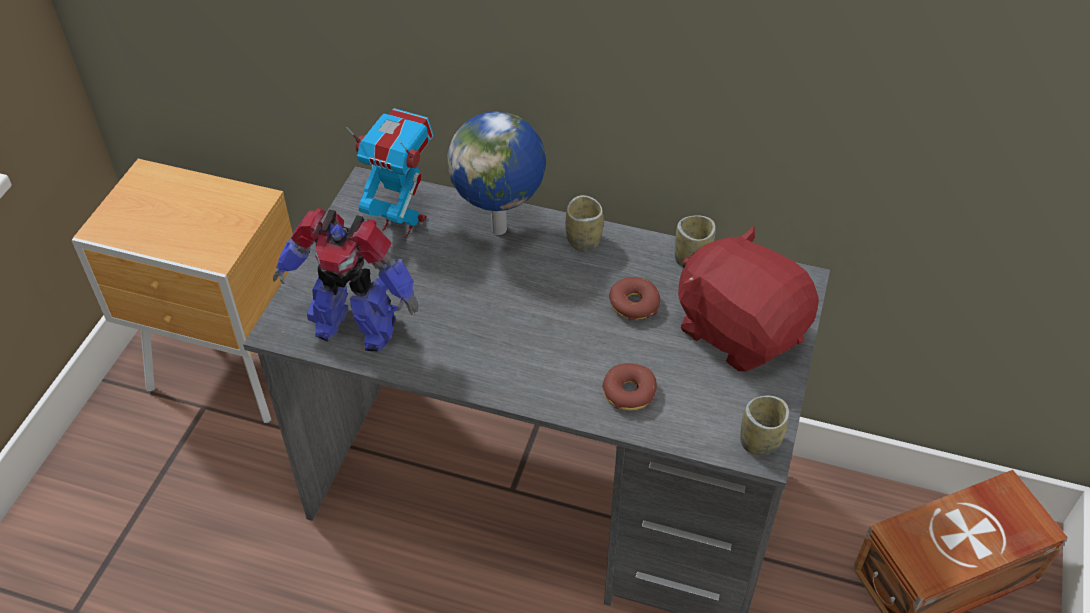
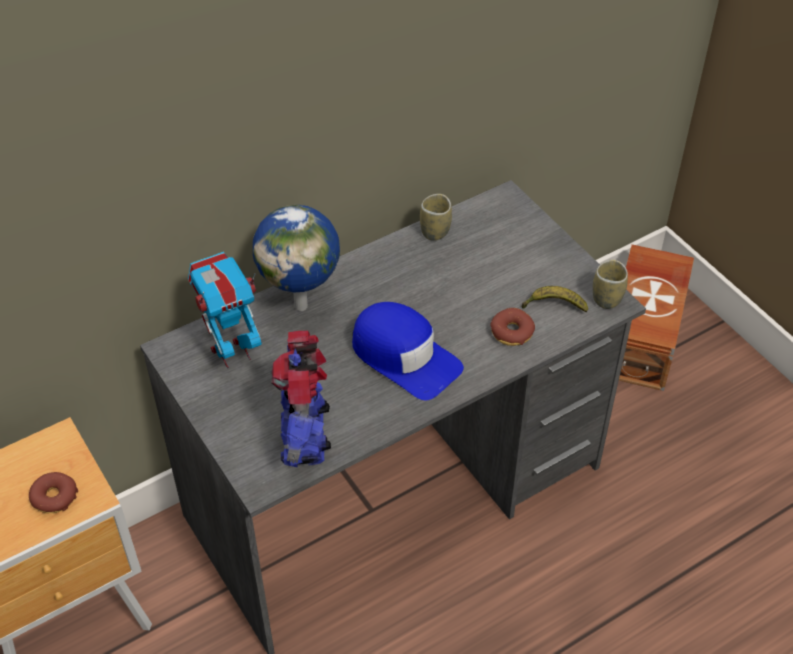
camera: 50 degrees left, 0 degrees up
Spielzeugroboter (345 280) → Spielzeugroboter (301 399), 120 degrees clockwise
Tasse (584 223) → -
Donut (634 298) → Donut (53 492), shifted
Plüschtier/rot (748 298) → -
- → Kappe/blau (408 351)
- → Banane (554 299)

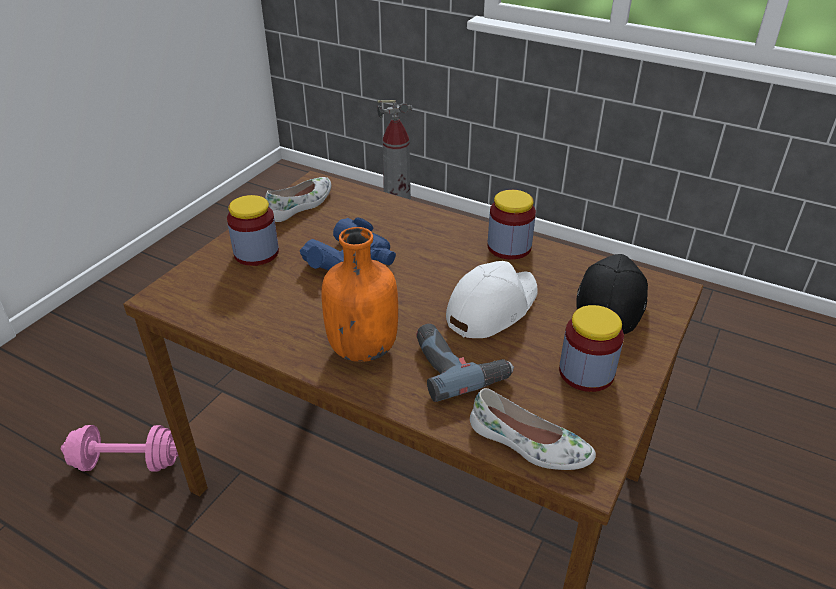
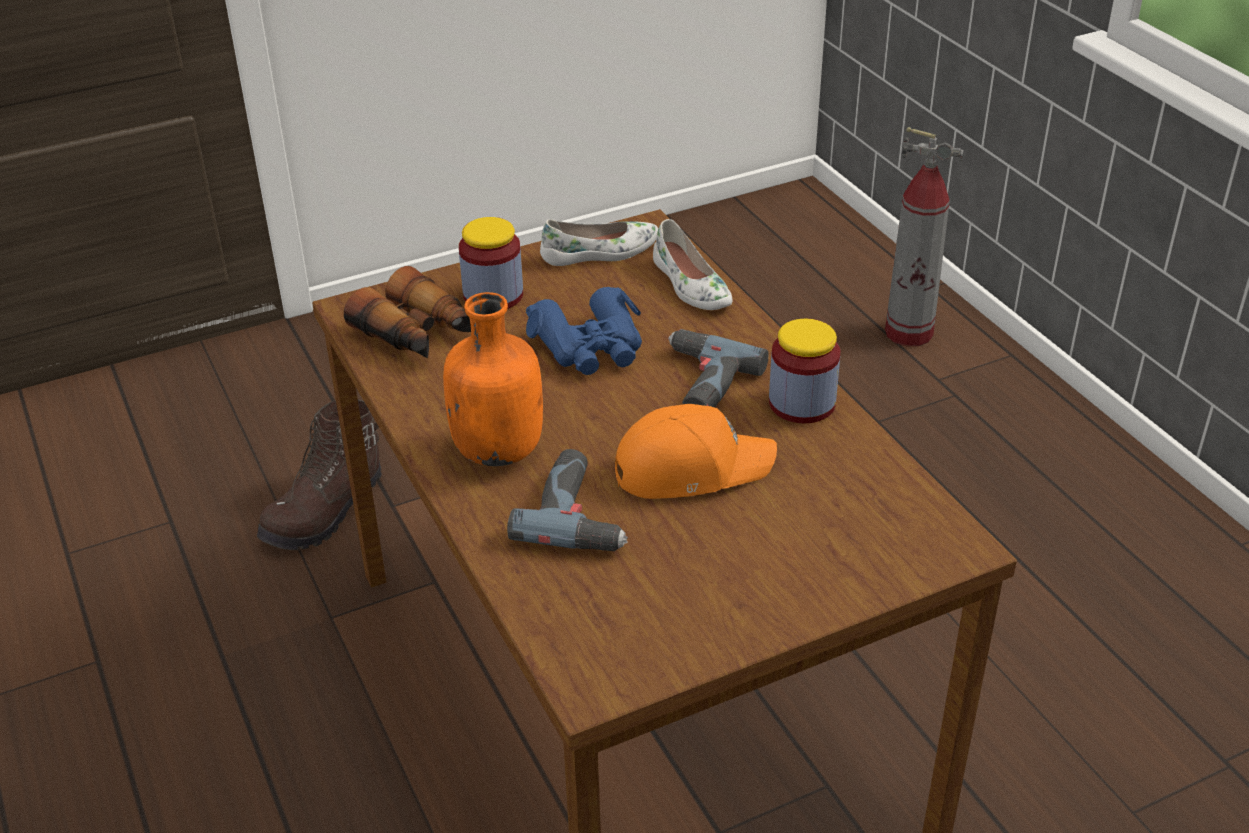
camera: 35 degrees right, 0 degrees up
Hantel/rosa (119 448) → Stiefel/braun (319 474)
Kappe/weiß (492 299) → Kappe/orange (696 451)
Schuh/weiß (533 429) → Schuh/weiß (693 264), shifted
Vorratsglas (591 348) → -
Kappe/schwarz (612 294) → -
- → Fernglas (407 312)
- → Bohrmaschine (718 368)

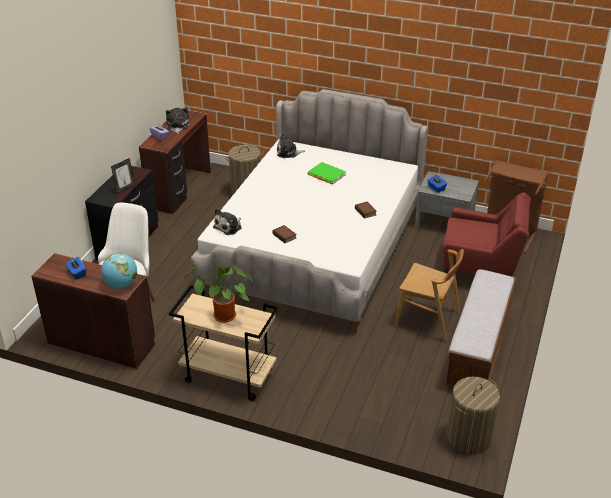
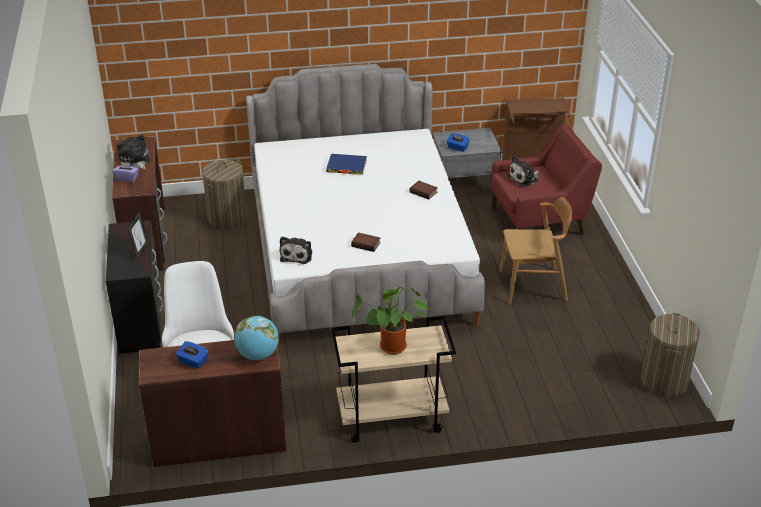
camera: 30 degrees left, 0 degrees up
Plüschtier (291 145) → Plüschtier (523 171), shifted
Buch/grün (327 173) → Buch/blau (346 164)
Bank (480 328) → -

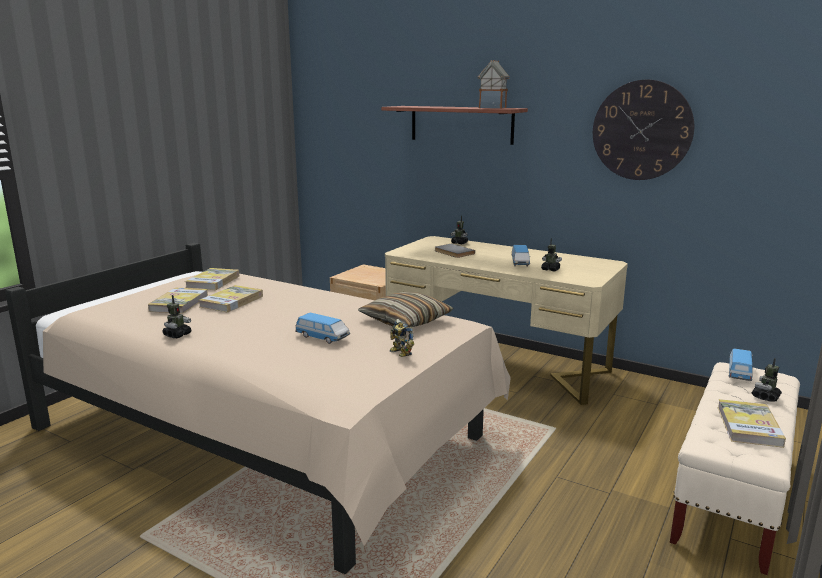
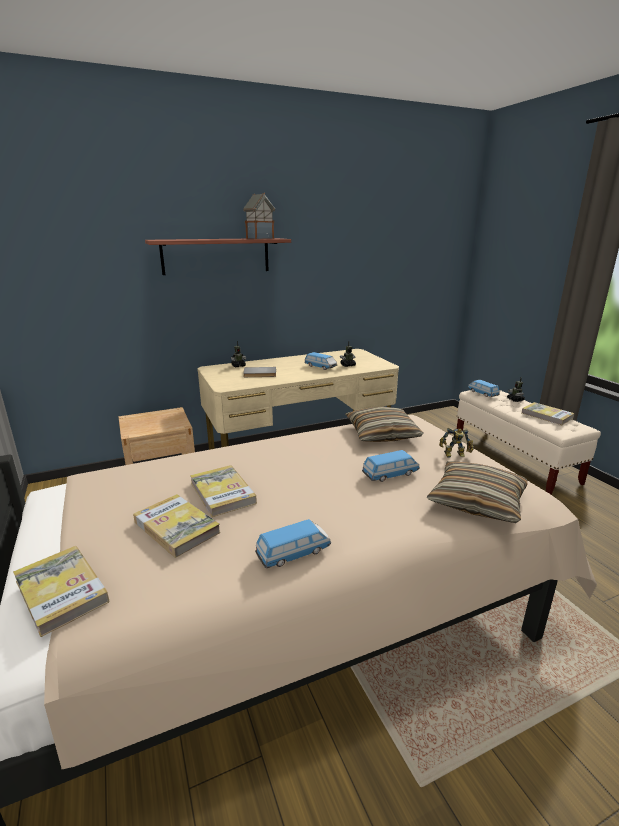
camera: 55 degrees left, 5 degrees up
Spielzeugroboter (176 316) → Spielzeugauto (293 543)
Buch (212 279) → Buch (61 591), shifted
Wanduhr (643 130) → -
- → Kissen (477 492)

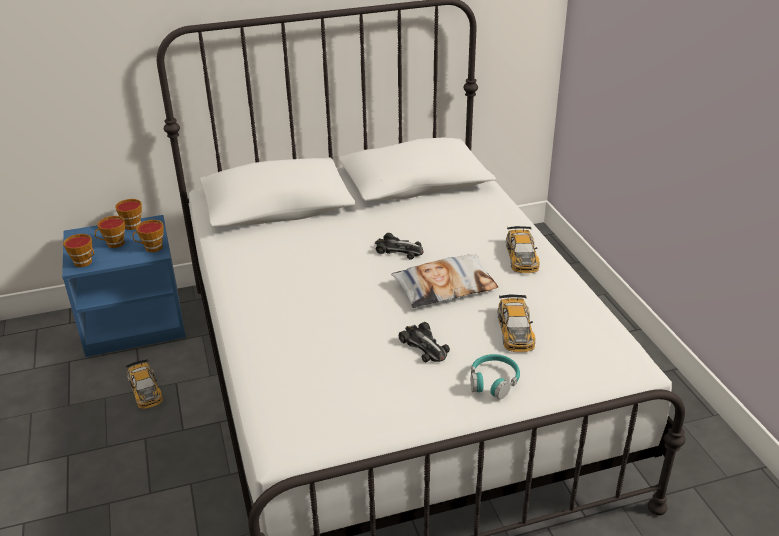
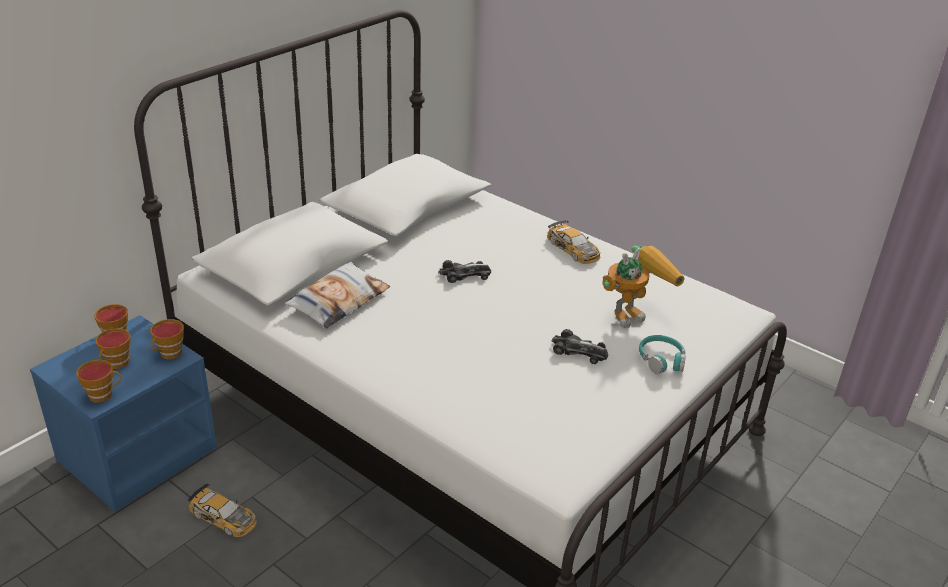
camera: 35 degrees left, 0 degrees up
Kissen (444 281) → Kissen (337 295), shifted
Spielzeugauto (516 323) → Spielzeugroboter (644 287)

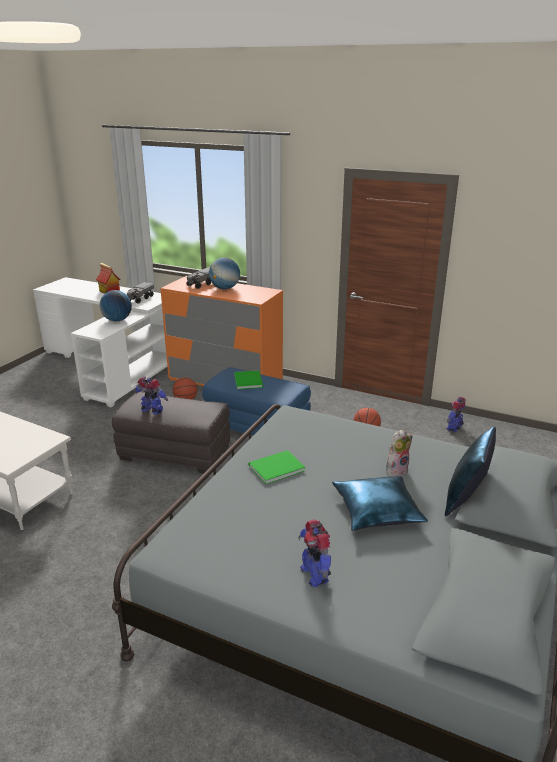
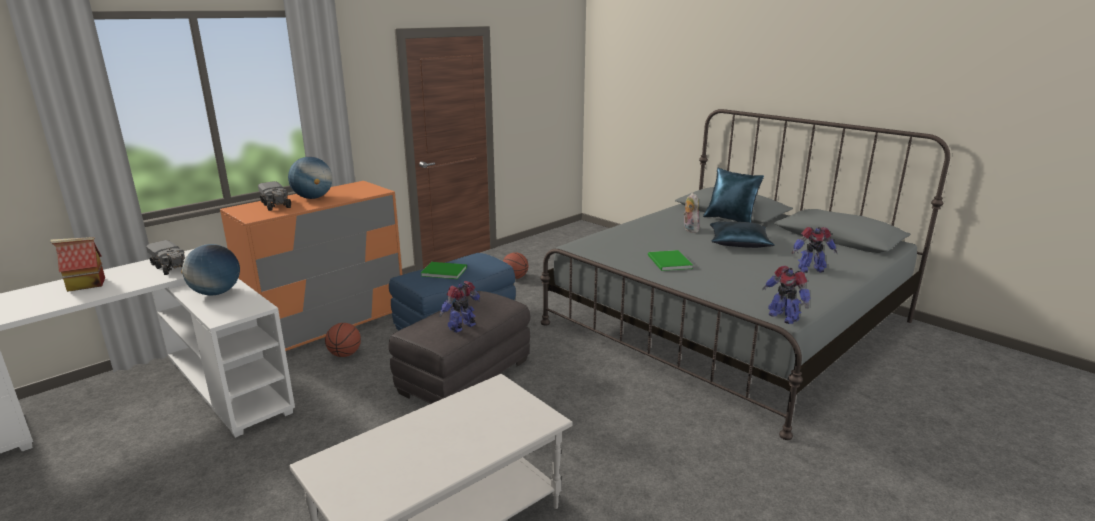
camera: 70 degrees left, 5 degrees down
Spielzeugroboter (456 414) → Spielzeugroboter (786 295), shifted

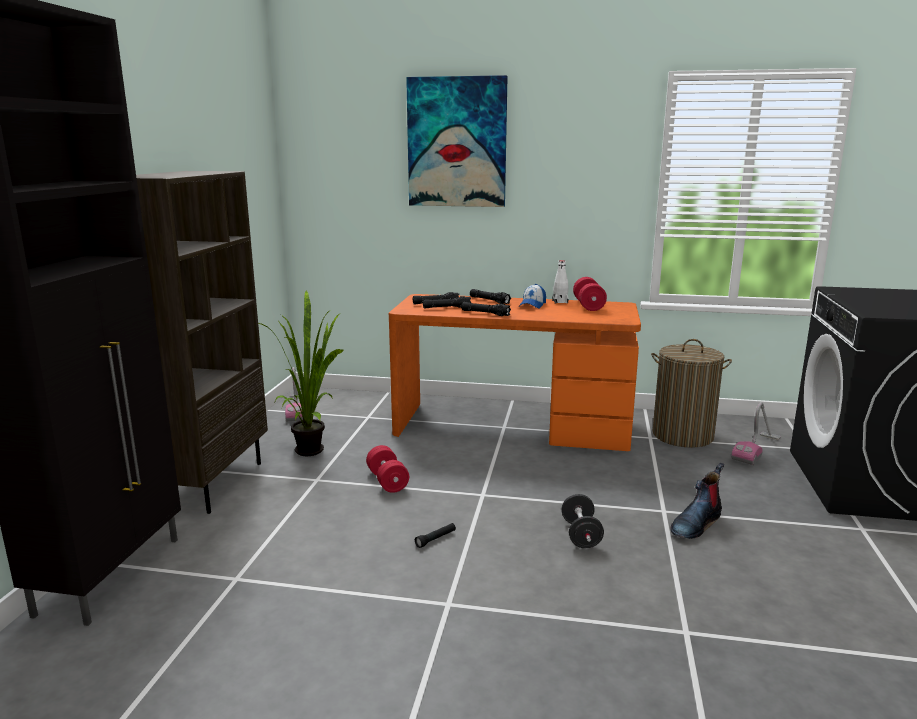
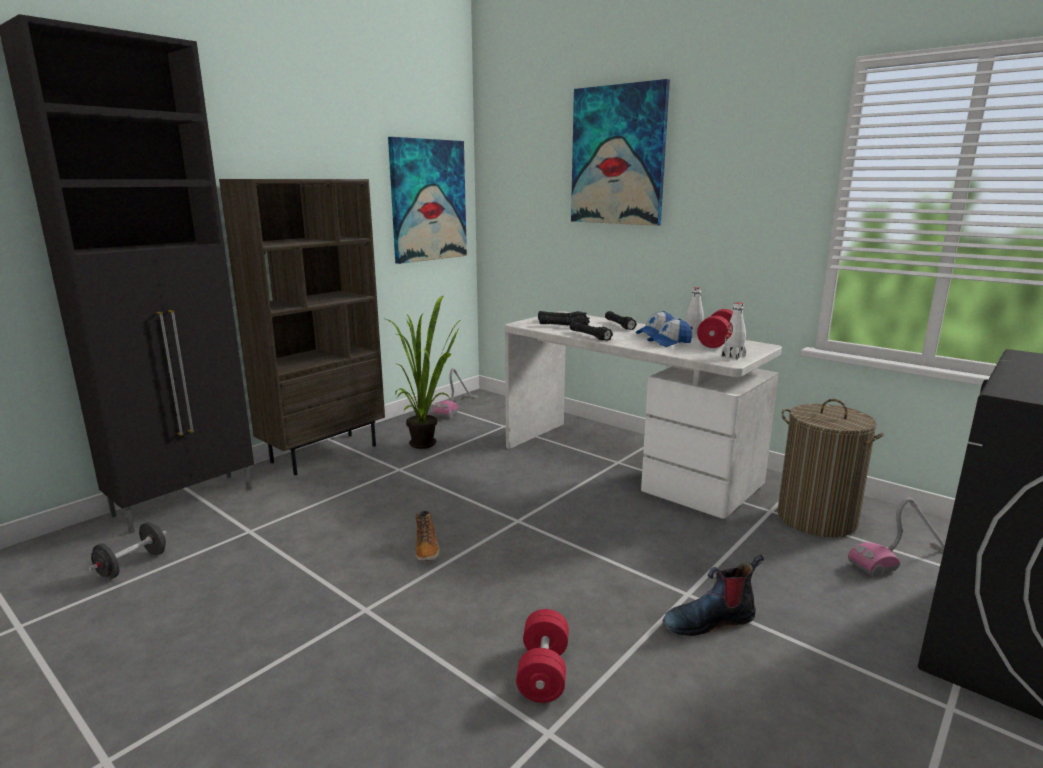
camera: 30 degrees right, 0 degrees up
Hantel/rot (387 469) → Hantel/rot (542 656), shifted
Schreibtisch/orange (515 372) → Schreibtisch/weiß (643 415)
Taschenlampe/schwarz (435 535) → Stiefel (427 536)
Hantel/schwarz (582 521) → Hantel/schwarz (128 550), shifted
- → Bild (427 200)
- → Kappe (669 333)
- → Flasche/weiß (734 330)

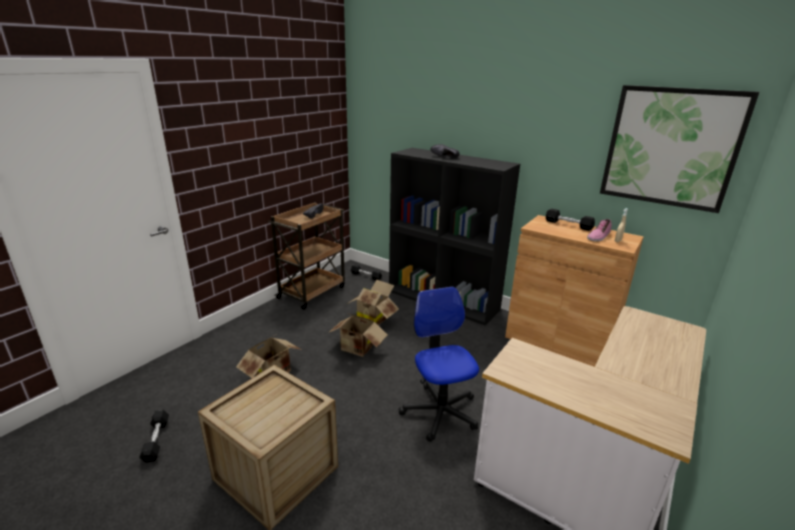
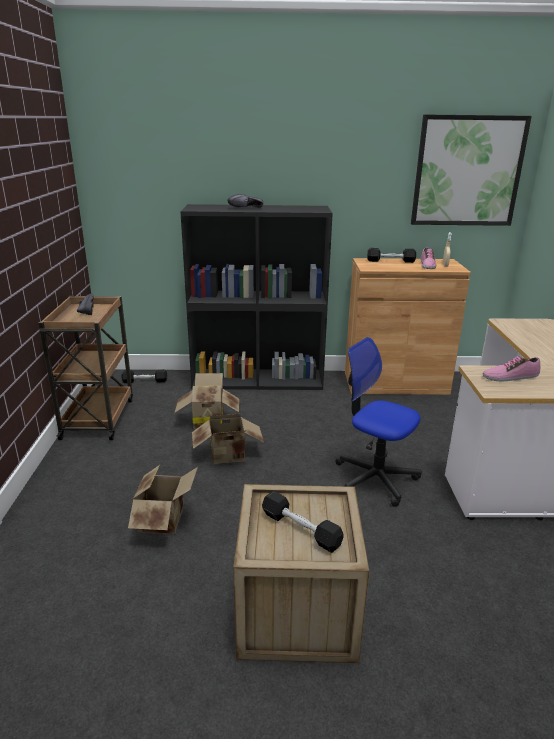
camera: 35 degrees left, 0 degrees up
Hantel/schwarz (154 436) → Hantel/schwarz (302 522), shifted
- → Schuh (511 368)

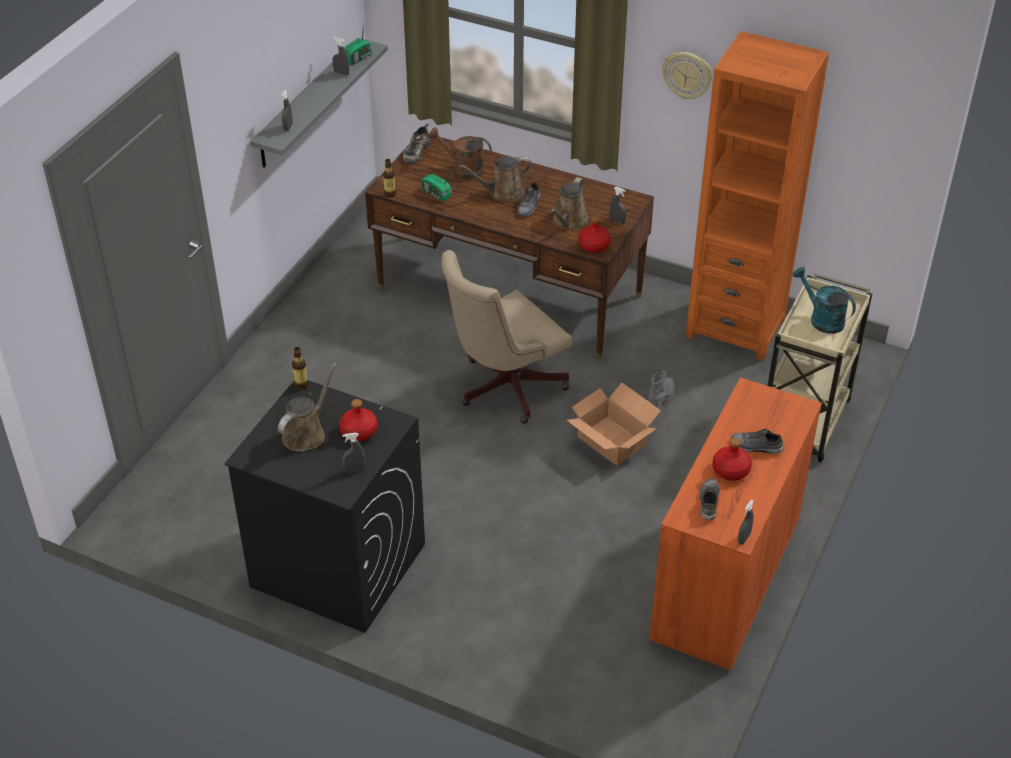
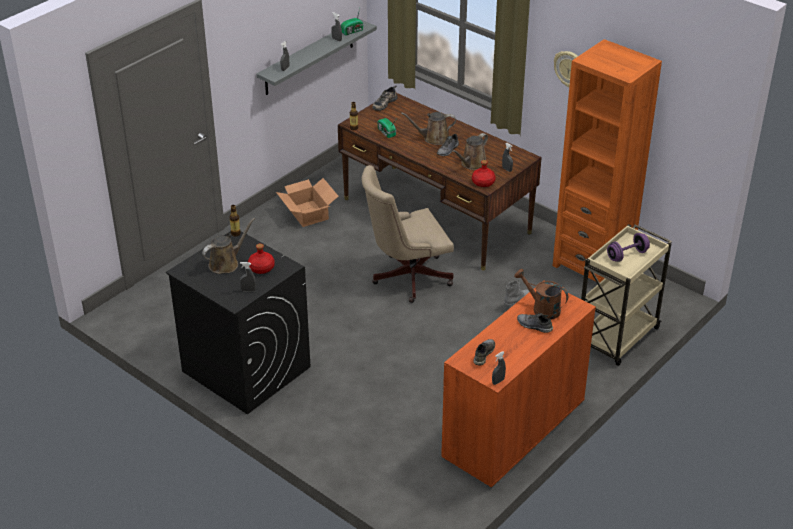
camera: 15 degrees right, 5 degrees down
Gießkanne/braun (460 153) → Gießkanne/braun (541 294), shifted
Karton (613 424) → Karton (307 202), shifted
Flasche/rot (732 459) → -
Gießkanne/türkis (824 300) → Hantel/lila (628 247)

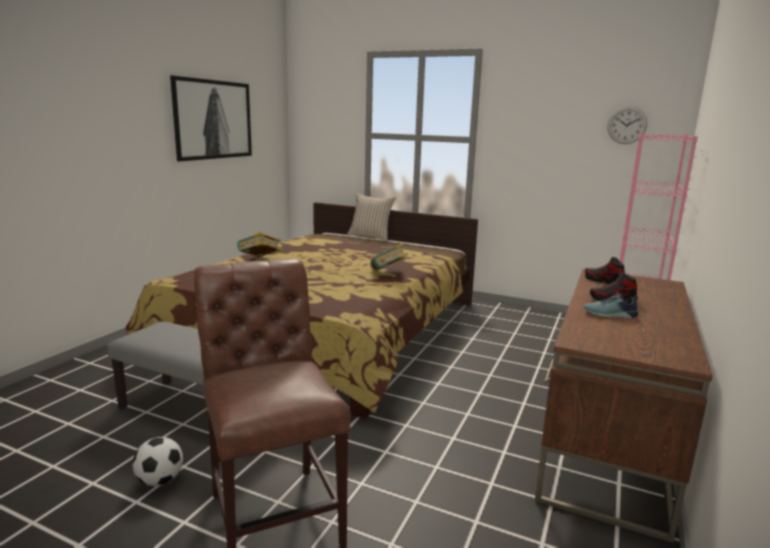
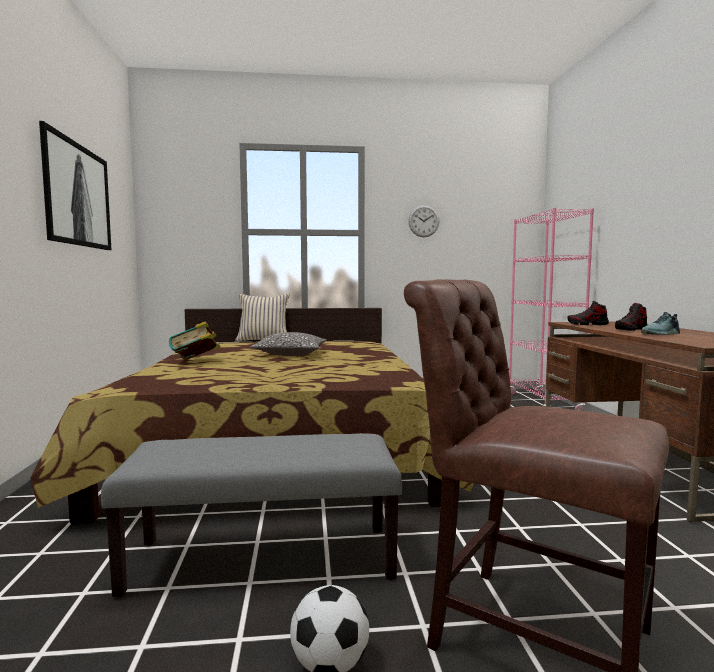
camera: 30 degrees left, 10 degrees down
Buch (389 257) → -
Wanduhr (627 125) → Wanduhr (423 221), shifted
- → Kissen (288 344)

